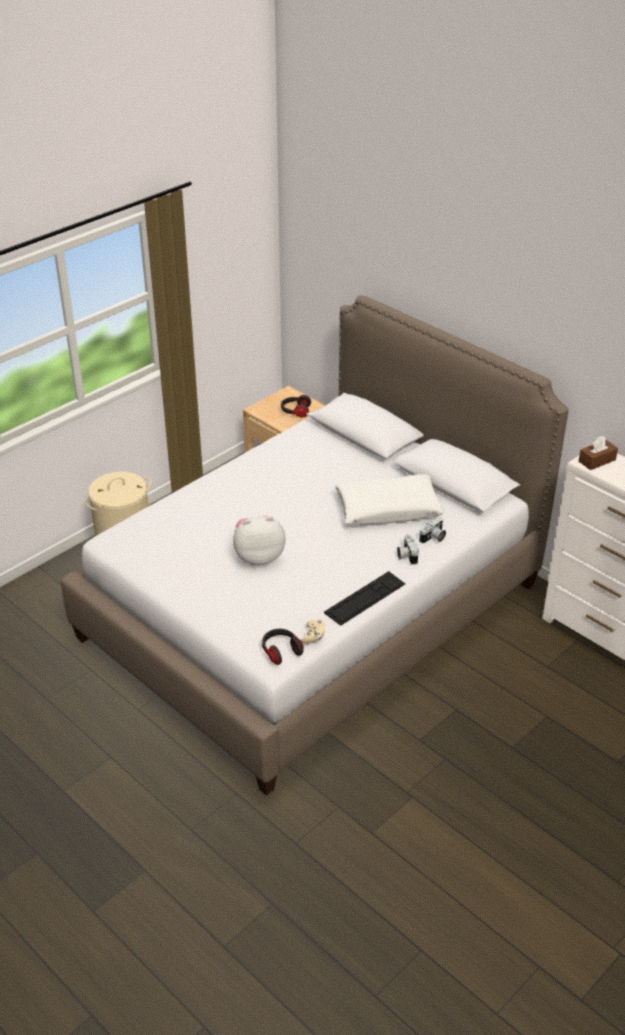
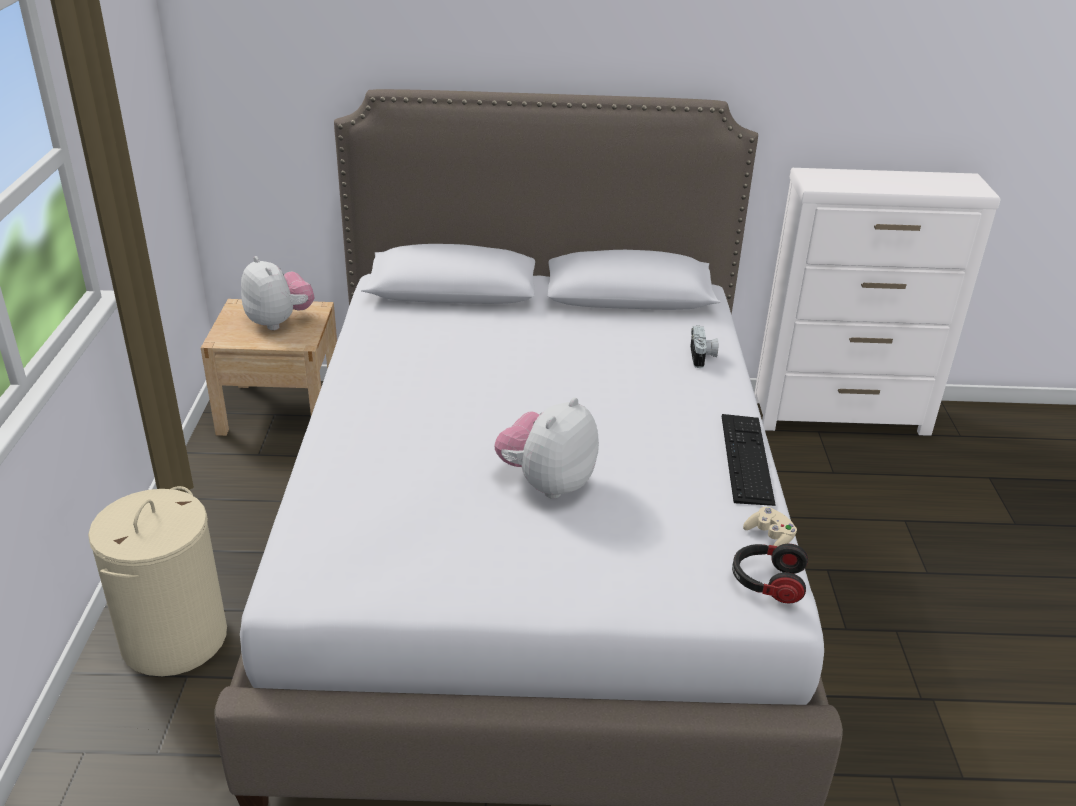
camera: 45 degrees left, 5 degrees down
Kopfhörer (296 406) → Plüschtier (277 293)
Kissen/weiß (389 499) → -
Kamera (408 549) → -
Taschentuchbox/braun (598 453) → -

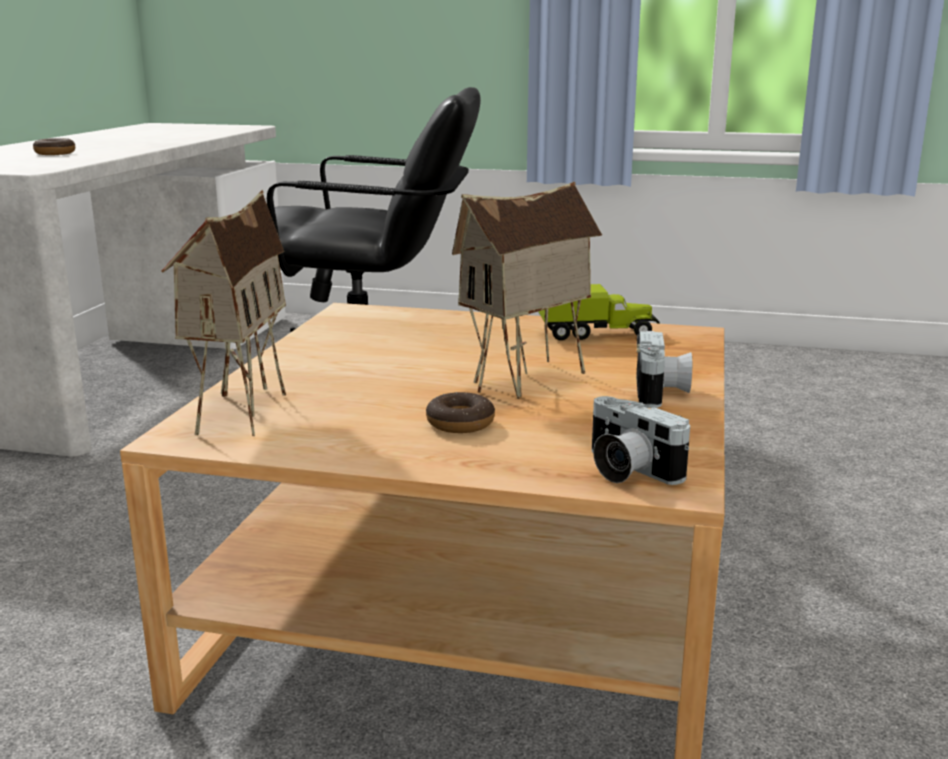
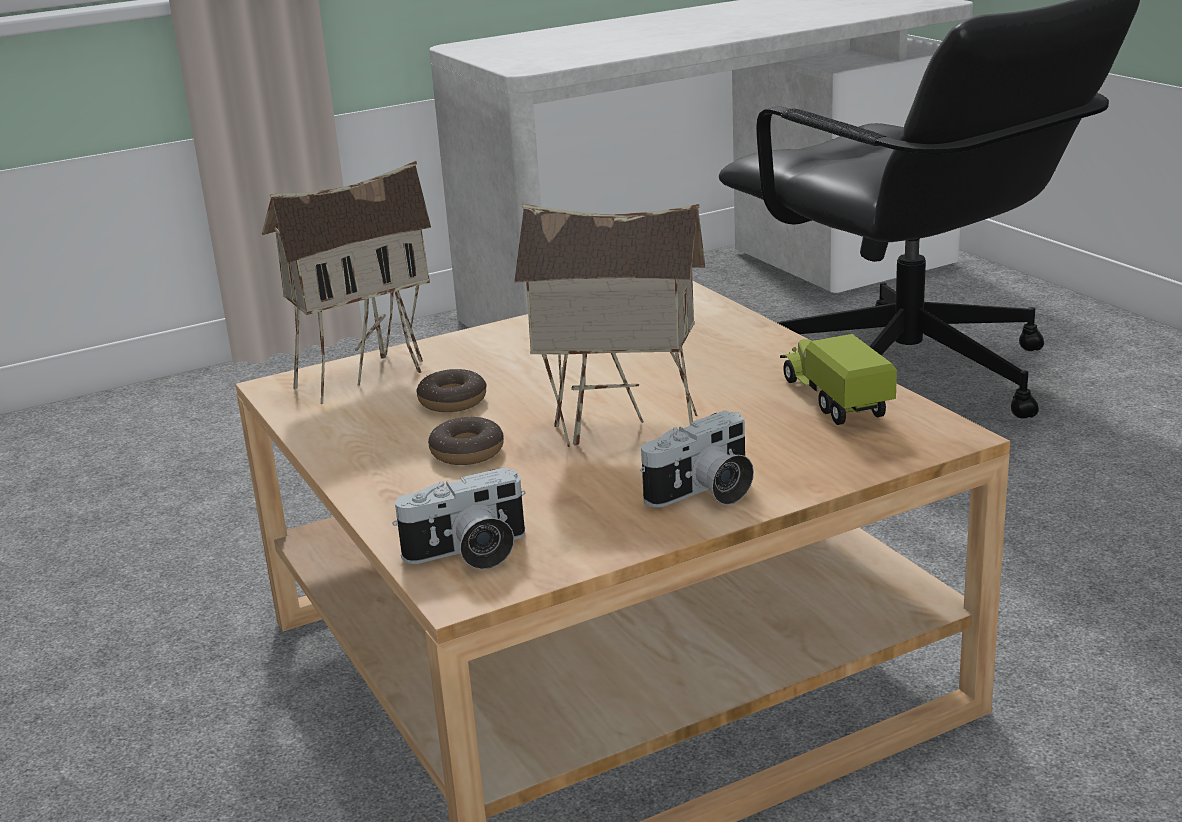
camera: 50 degrees right, 5 degrees up
Donut (54 146) → Donut (452 390), shifted
Spielzeuglaster (598 312) → Spielzeuglaster (838 379), 150 degrees counterclockwise
Kamera (641 440) → Kamera (459 518), 120 degrees counterclockwise

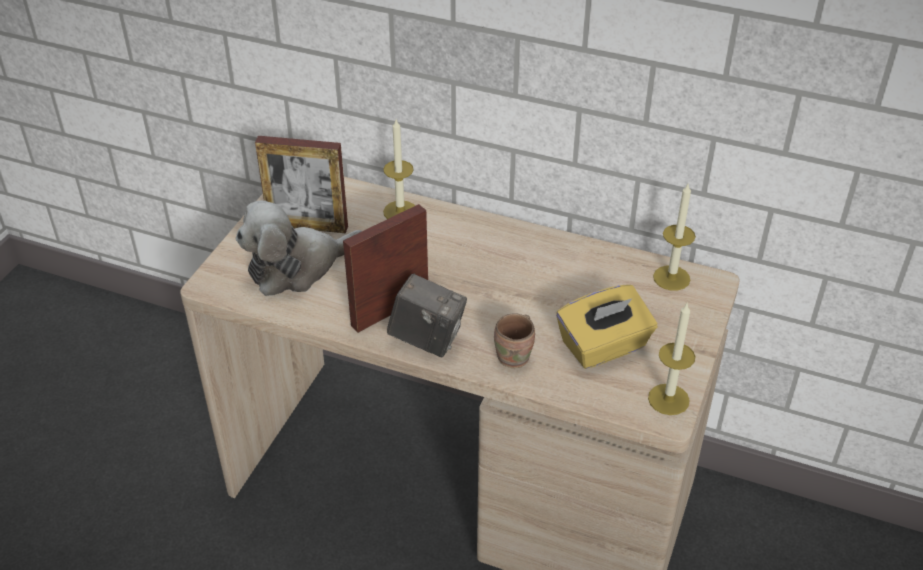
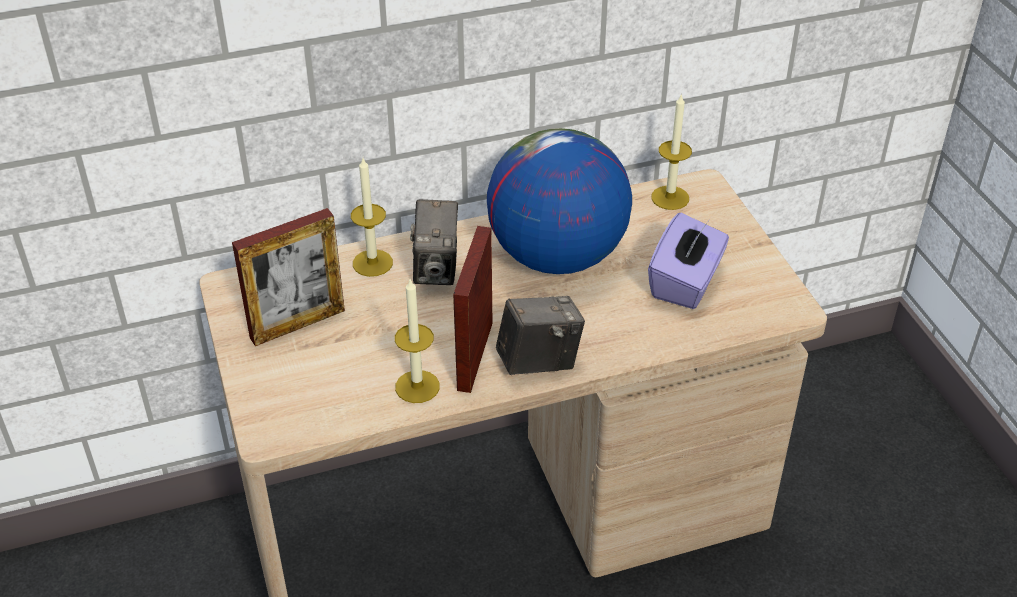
camera: 40 degrees left, 0 degrees up
Plüschtier (299 248) → -
Henkelbecher/braun (514 340) → -
Taschentuchbox/gelb (606 327) → Taschentuchbox/lila (688 261)
Kerze (671 359) → Kerze (417 341), shifted
- → Kamera (434 242)
- → Globus (559 201)

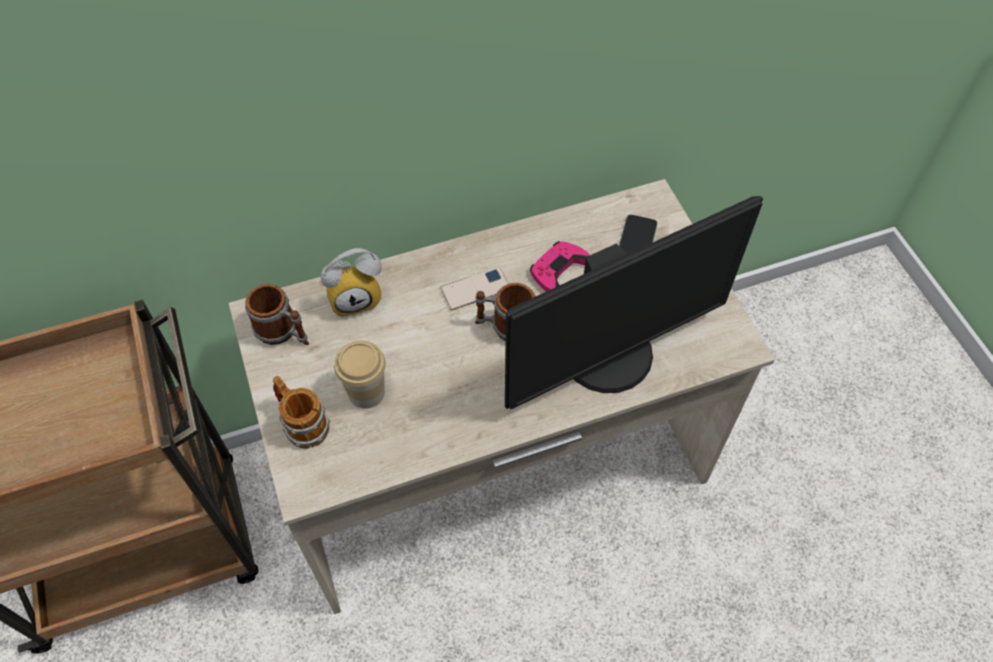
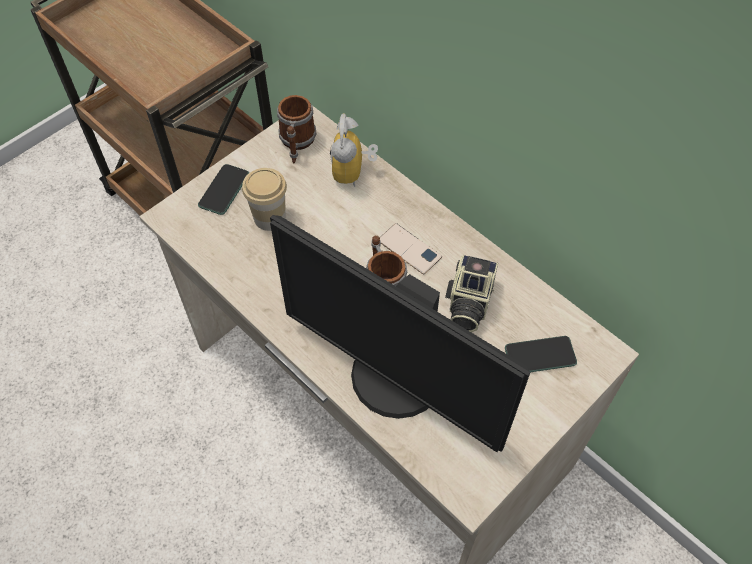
camera: 65 degrees right, 0 degrees up
Henkelbecher (301 412) → Handy (223 189)
Wecker (351 282) → Wecker (354 150), 45 degrees clockwise
Gamepad/rosa (560 266) → Kamera (471 293)

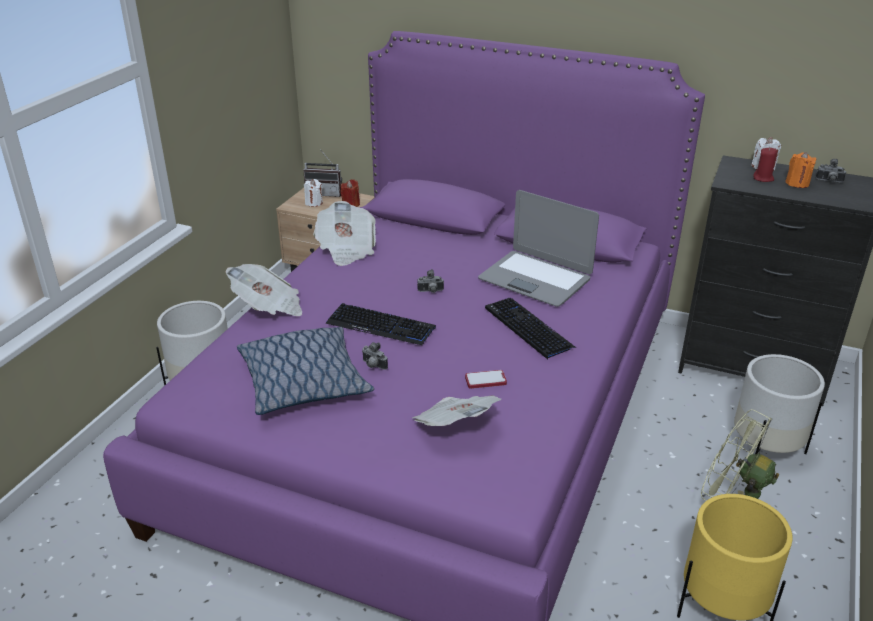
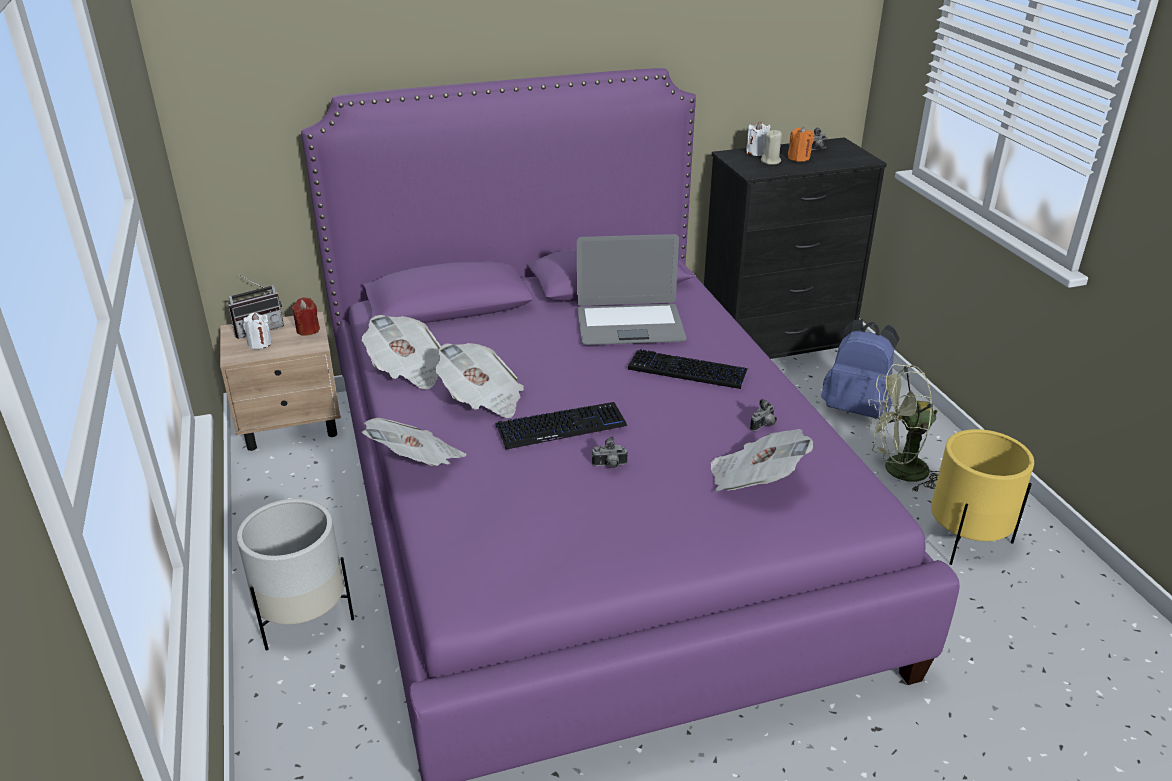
camera: 40 degrees left, 0 degrees up
Kissen (305 371) → -
Kamera (430 281) → Kamera (763 414), shifted
Handy (486 379) → -
Pflanzkübel/weiß (779 404) → Rucksack/blau (860 369)
Kerze/rot (765 164) → Kerze/beige (771 147)
- → Zeitung (479 380)

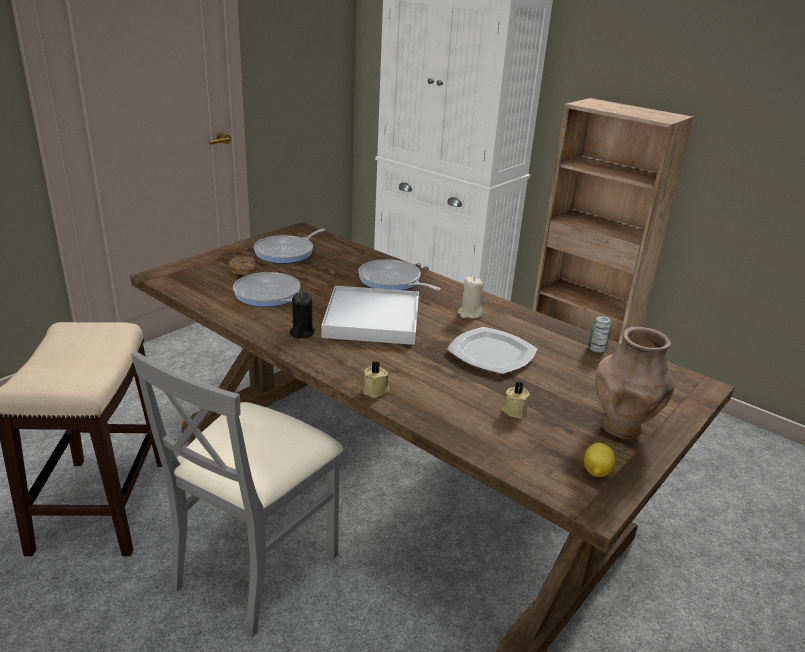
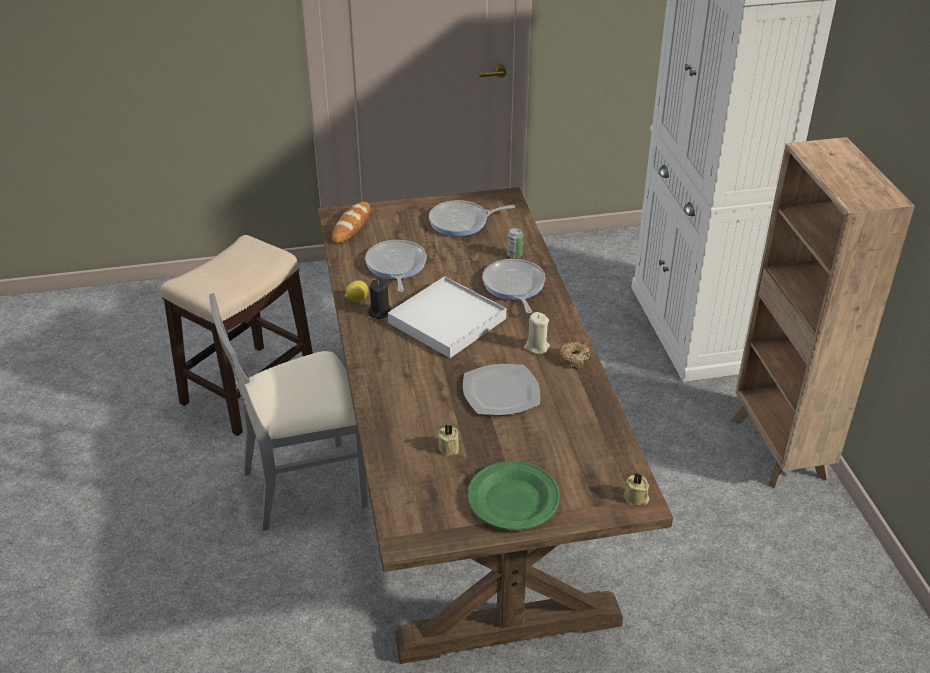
camera: 40 degrees right, 10 degrees up
Donut (241 266) → Donut (574 355), shifted
Kerze/beige (376 379) → Kerze/beige (636 489), shifted
Zitrone (599 460) → Zitrone (357 291), shifted
Dose (600 334) → Dose (515 243), shifted
Vase/braun (635 383) → Teller/grün (513 495)
- → Brot (351 222)

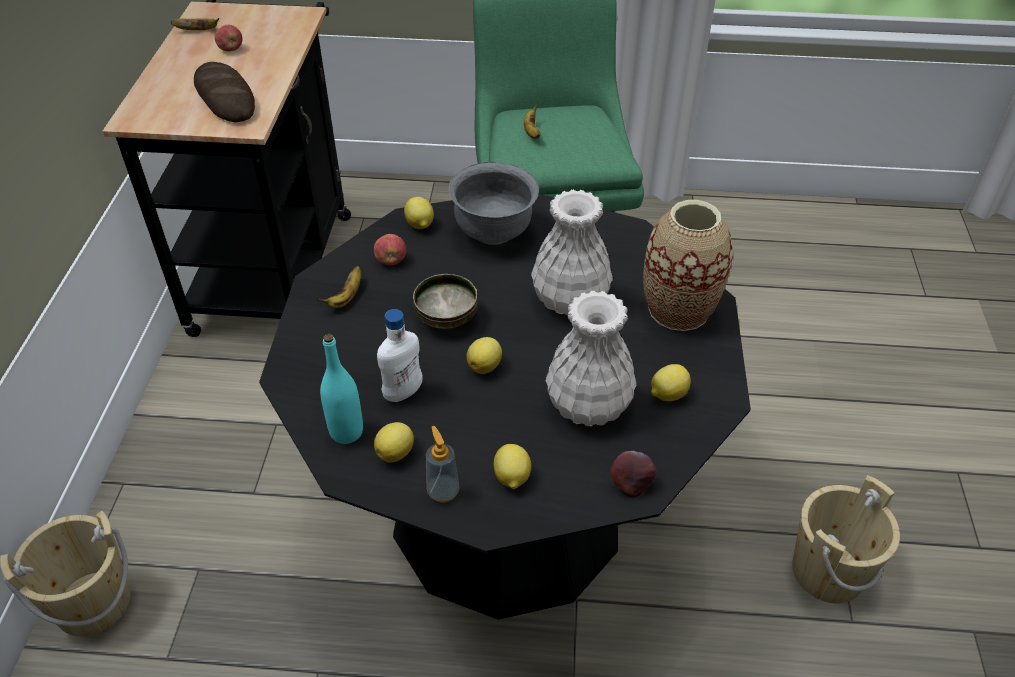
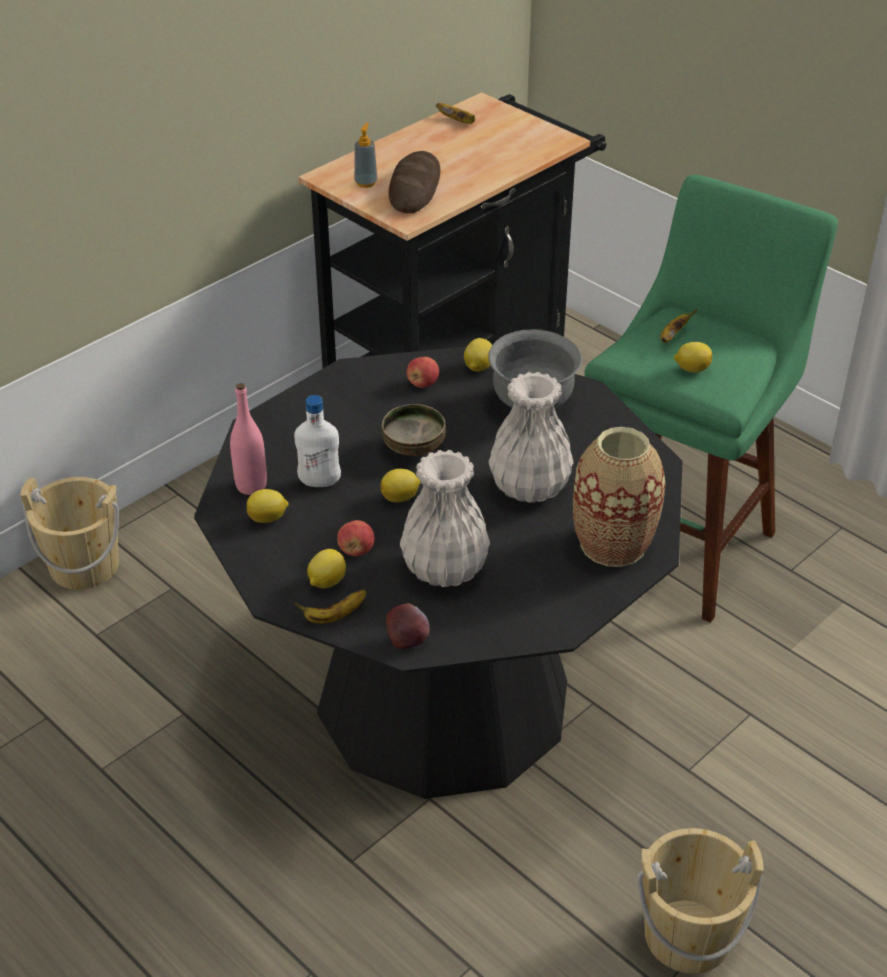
camera: 40 degrees right, 5 degrees down
Apfel (228 38) → Apfel (355 538), shifted
Banane (339 287) → Banane (330 606), shifted
Flasche/türkis (341 389) → Flasche/rosa (248 439)
Seifenspender (443 464) → Seifenspender (366 155), shifted
Zitrone (671 382) → Zitrone (693 357), shifted

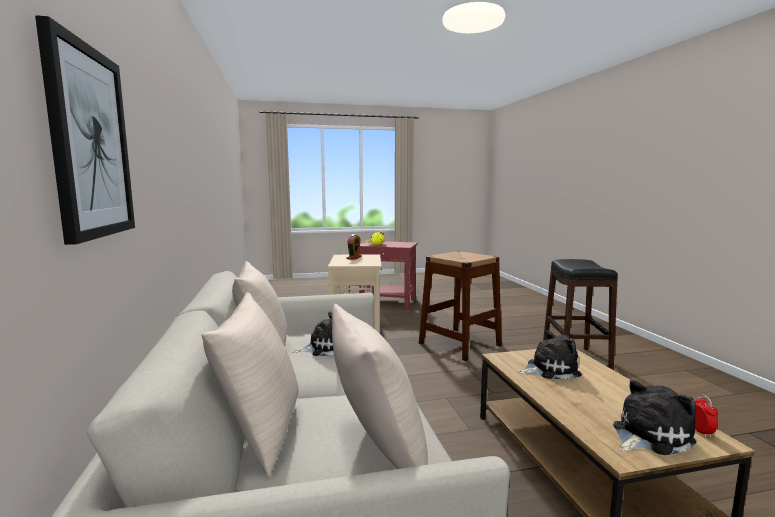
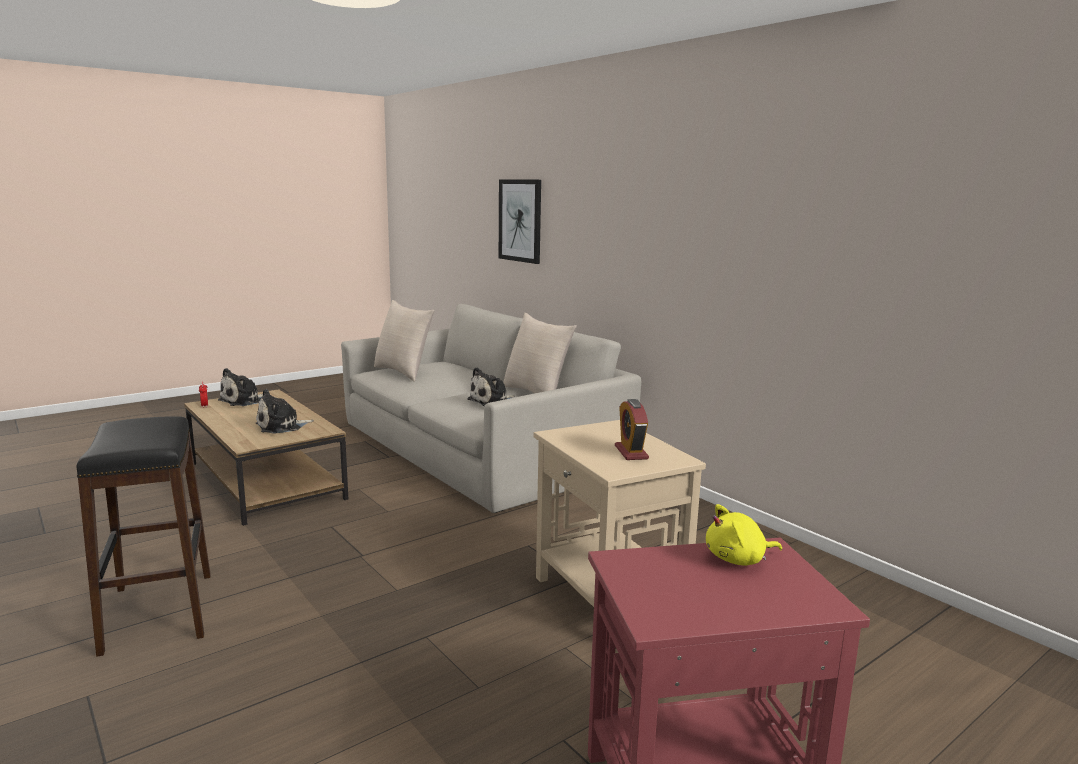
camera: 155 degrees right, 5 degrees up
Kissen/beige (250 384) → -
Hocker/braun (460 306) → -

